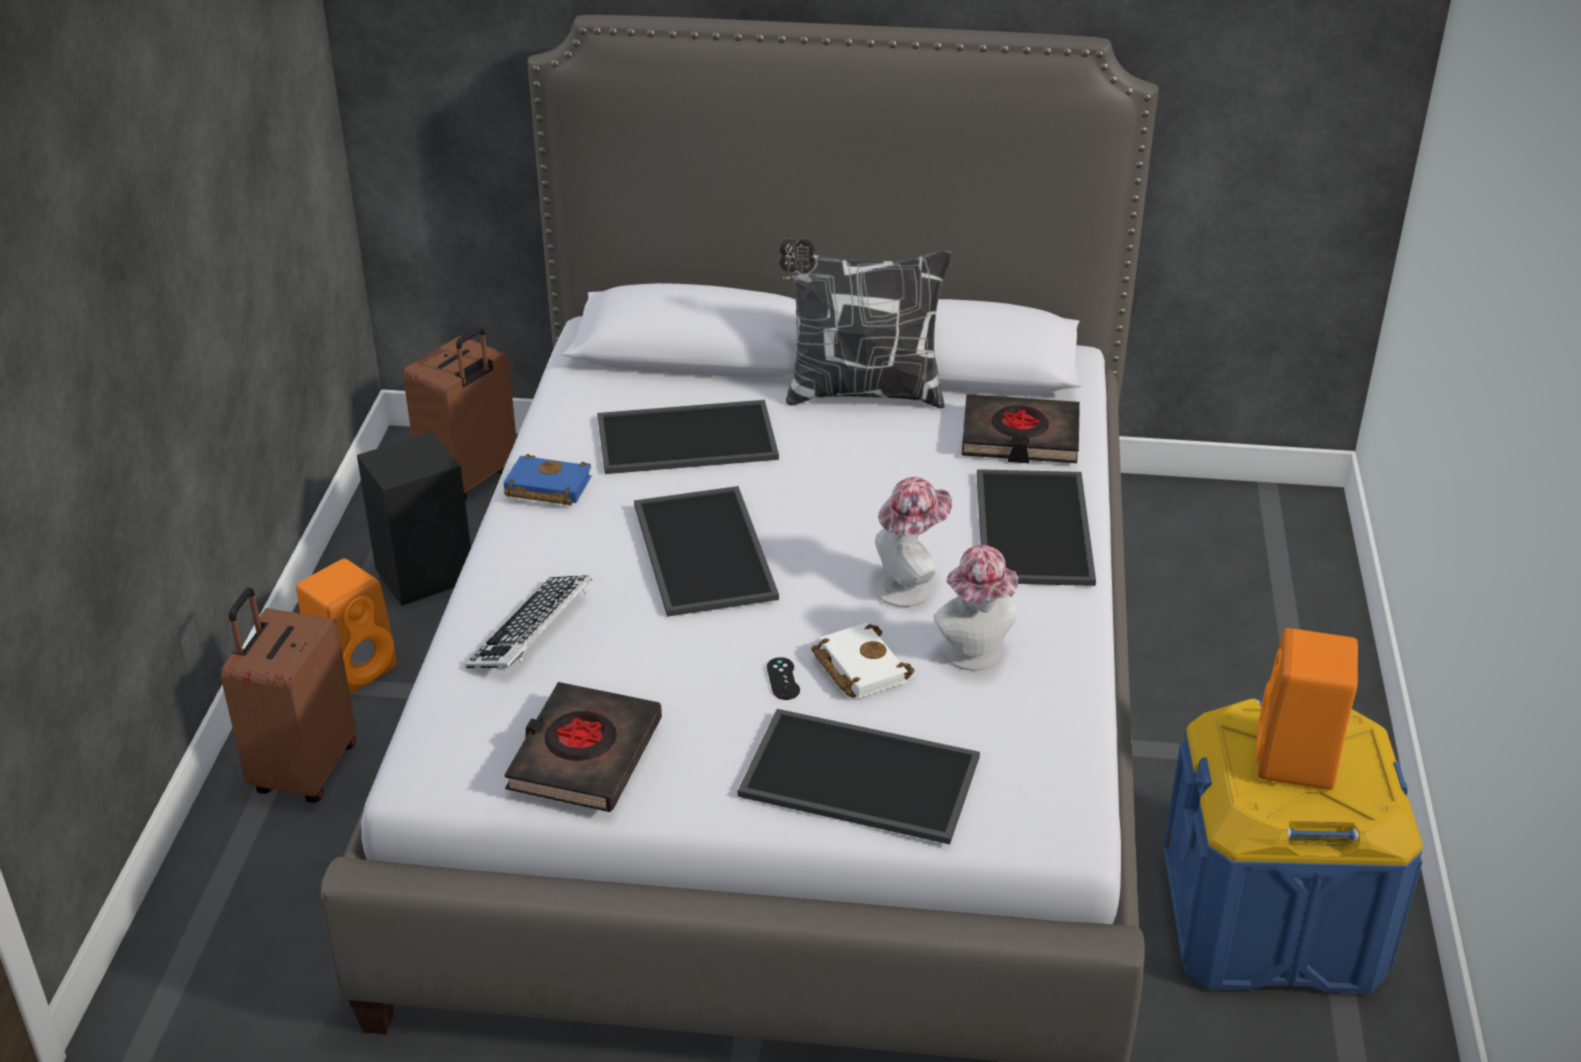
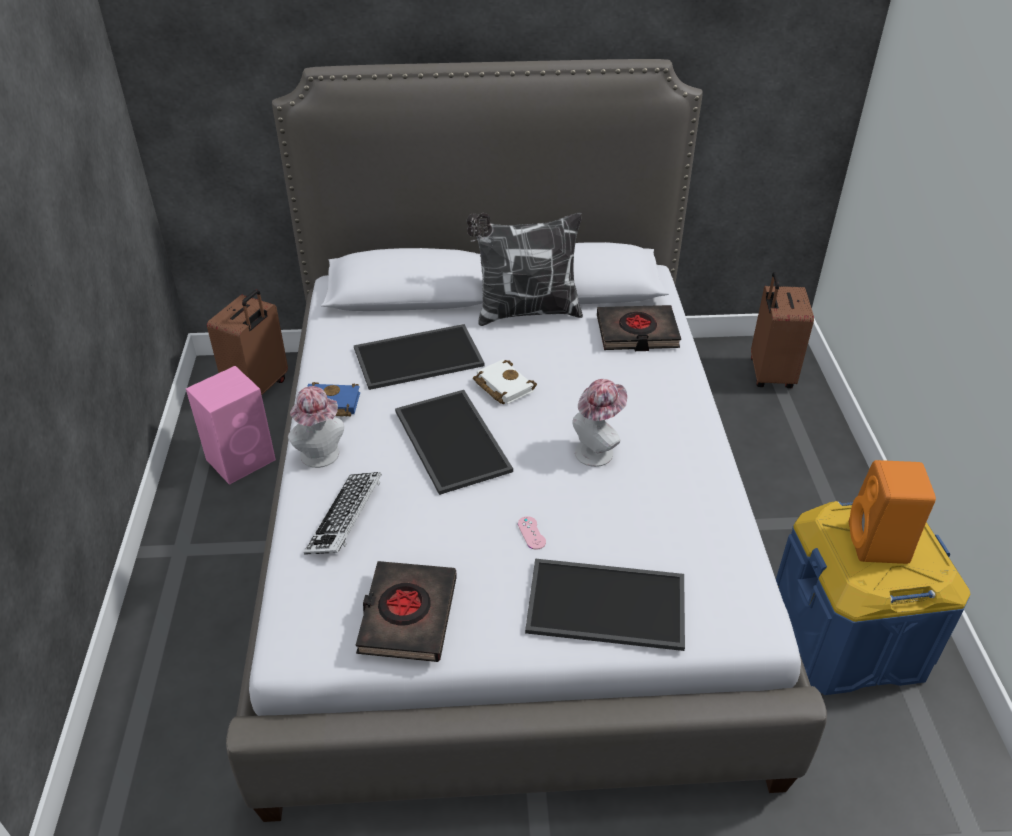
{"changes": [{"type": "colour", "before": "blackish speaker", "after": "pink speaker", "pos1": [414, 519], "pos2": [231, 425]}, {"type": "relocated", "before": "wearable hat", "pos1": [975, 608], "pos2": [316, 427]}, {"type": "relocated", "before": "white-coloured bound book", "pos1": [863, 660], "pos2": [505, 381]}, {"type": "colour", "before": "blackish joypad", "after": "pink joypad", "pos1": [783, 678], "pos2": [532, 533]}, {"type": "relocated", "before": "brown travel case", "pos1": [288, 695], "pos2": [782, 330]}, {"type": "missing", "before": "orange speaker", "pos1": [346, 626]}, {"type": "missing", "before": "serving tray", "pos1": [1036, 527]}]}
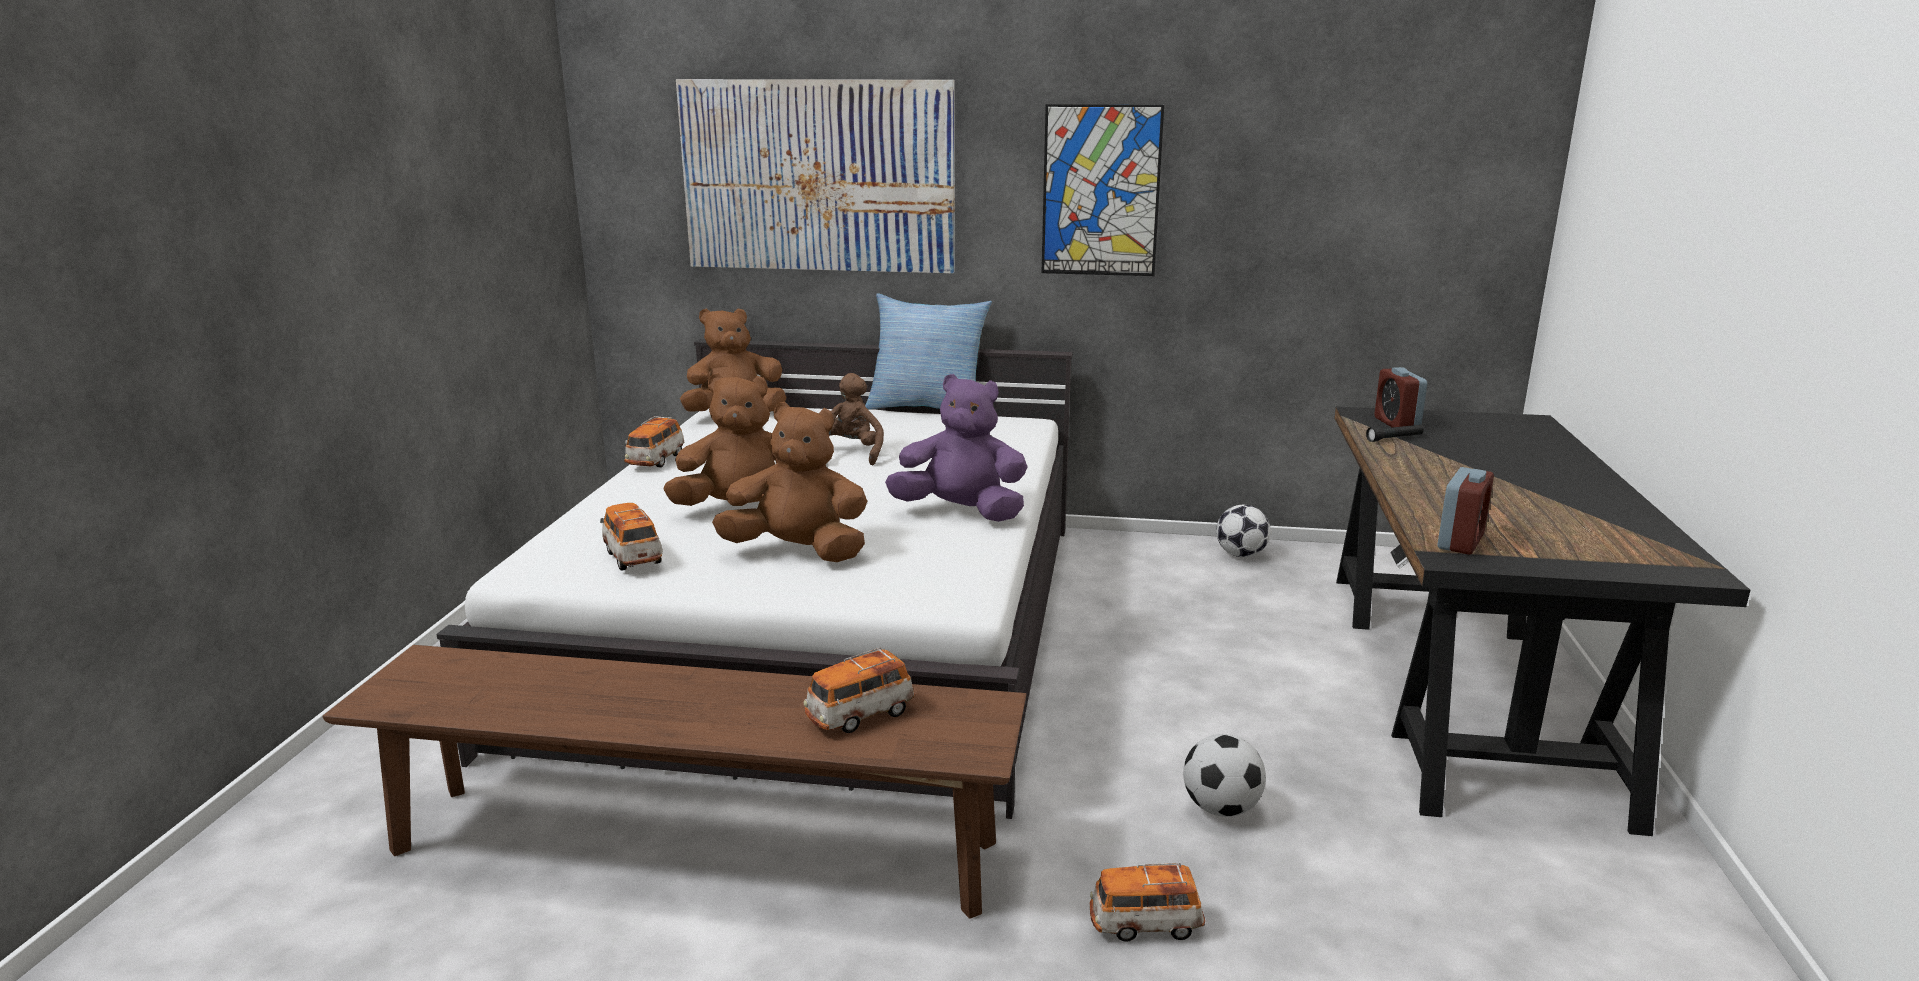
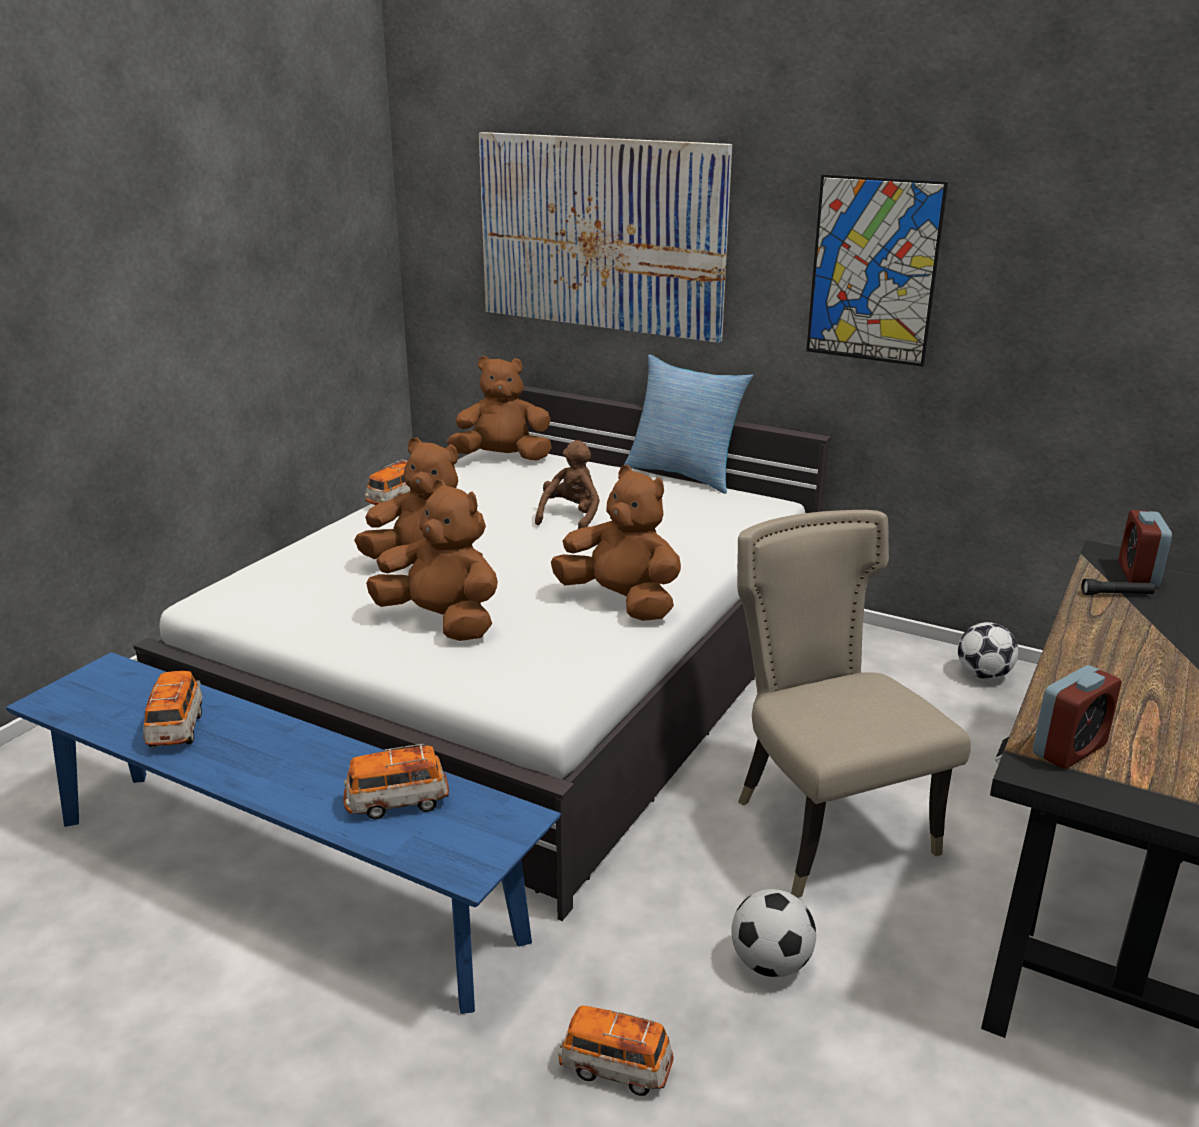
{"changes": [{"type": "colour", "before": "brown indoor bench", "after": "blue-coloured indoor bench", "pos1": [674, 782], "pos2": [283, 833]}, {"type": "relocated", "before": "model car", "pos1": [631, 536], "pos2": [173, 709]}, {"type": "colour", "before": "purple-coloured soft toy", "after": "brown soft toy", "pos1": [956, 448], "pos2": [616, 543]}, {"type": "appeared", "after": "beige chair", "pos2": [854, 704]}]}
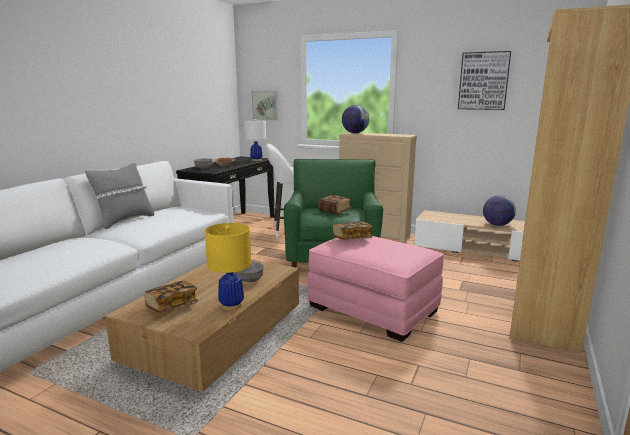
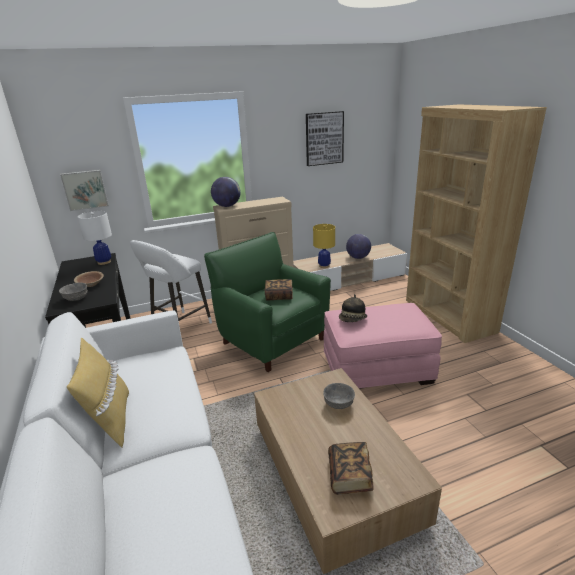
{"changes": [{"type": "colour", "before": "greyish pillow", "after": "yellow-coloured pillow", "pos1": [119, 196], "pos2": [98, 393]}, {"type": "relocated", "before": "yellow-coloured tabletop lamp", "pos1": [228, 267], "pos2": [324, 246]}, {"type": "exchanged", "before": "bound book", "after": "wearable hat", "pos1": [353, 230], "pos2": [353, 308]}]}
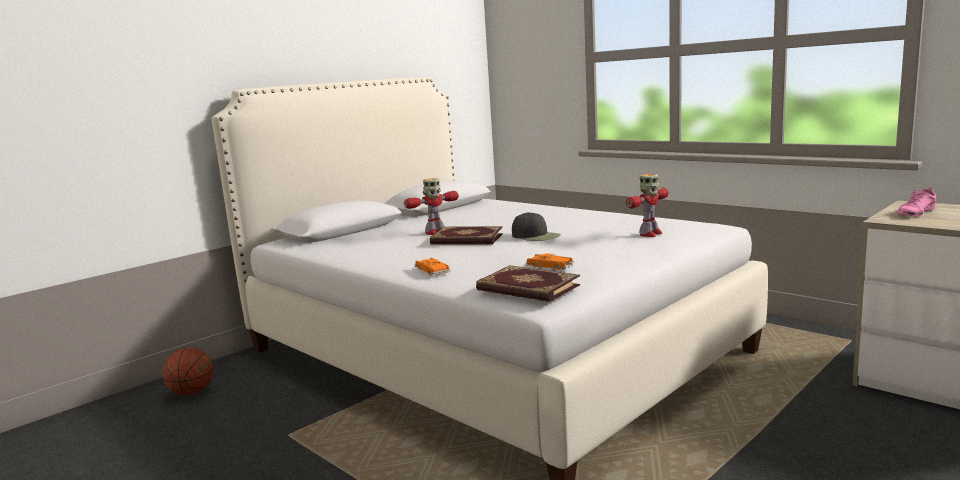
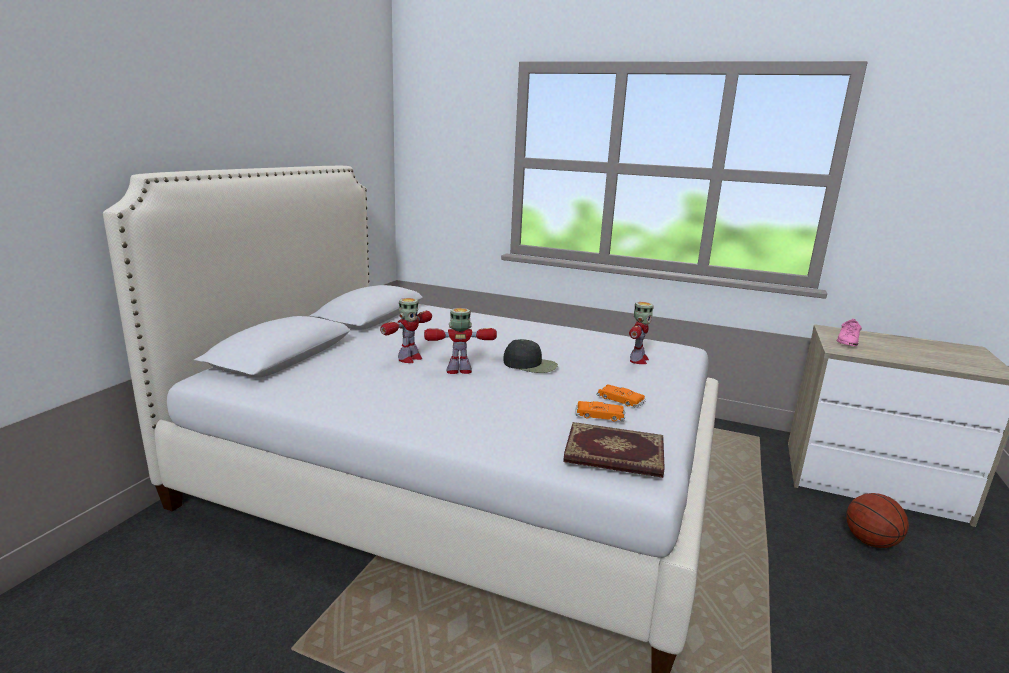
{"changes": [{"type": "exchanged", "before": "bound book", "after": "robot figure", "pos1": [466, 235], "pos2": [460, 341]}, {"type": "relocated", "before": "orange model car", "pos1": [433, 267], "pos2": [621, 396]}, {"type": "relocated", "before": "basketball", "pos1": [188, 371], "pos2": [877, 520]}]}
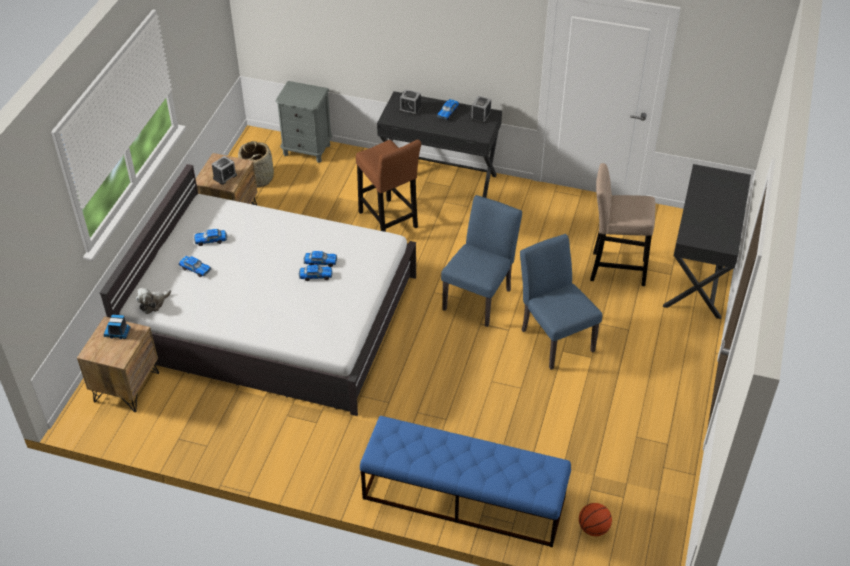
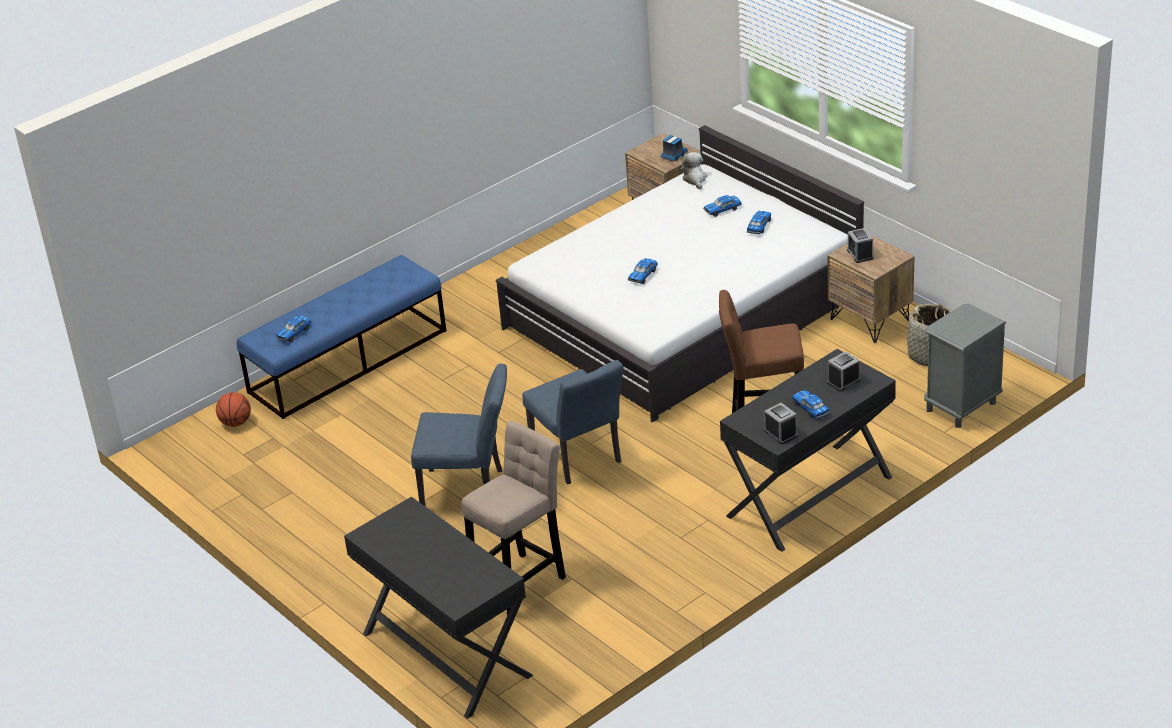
{"changes": [{"type": "relocated", "before": "model car", "pos1": [320, 259], "pos2": [294, 328]}]}
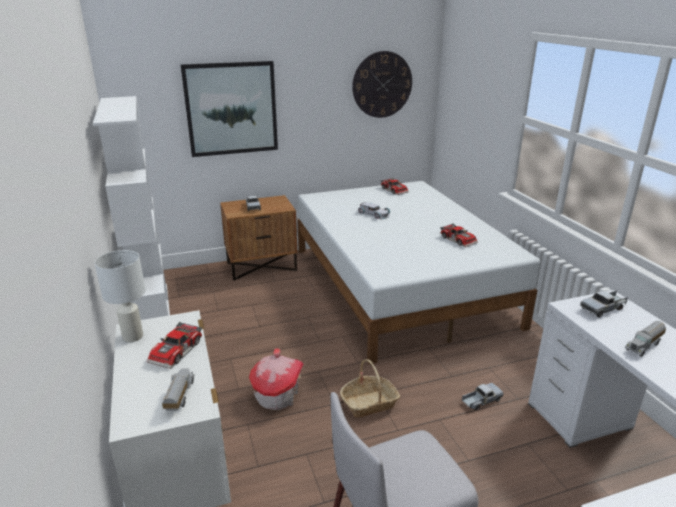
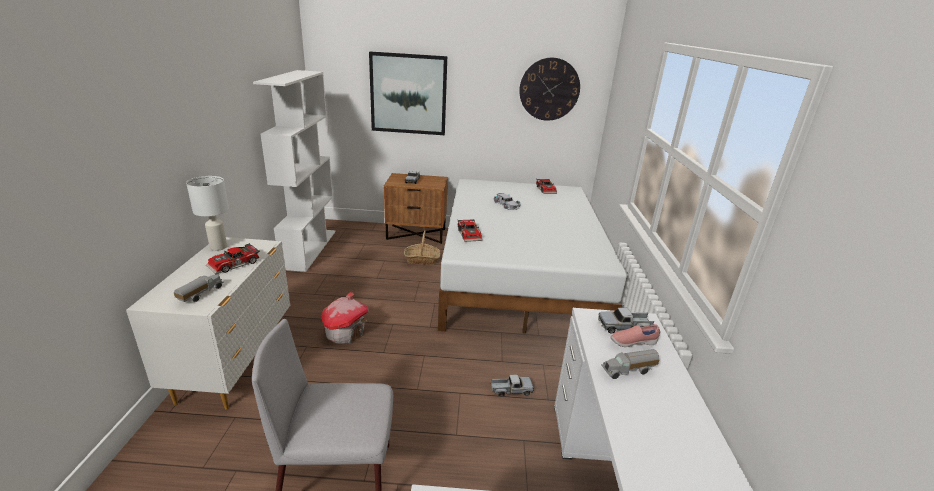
{"changes": [{"type": "relocated", "before": "household basket", "pos1": [370, 388], "pos2": [422, 247]}, {"type": "relocated", "before": "model car", "pos1": [459, 235], "pos2": [470, 230]}, {"type": "appeared", "after": "pink item of footwear", "pos2": [635, 335]}]}
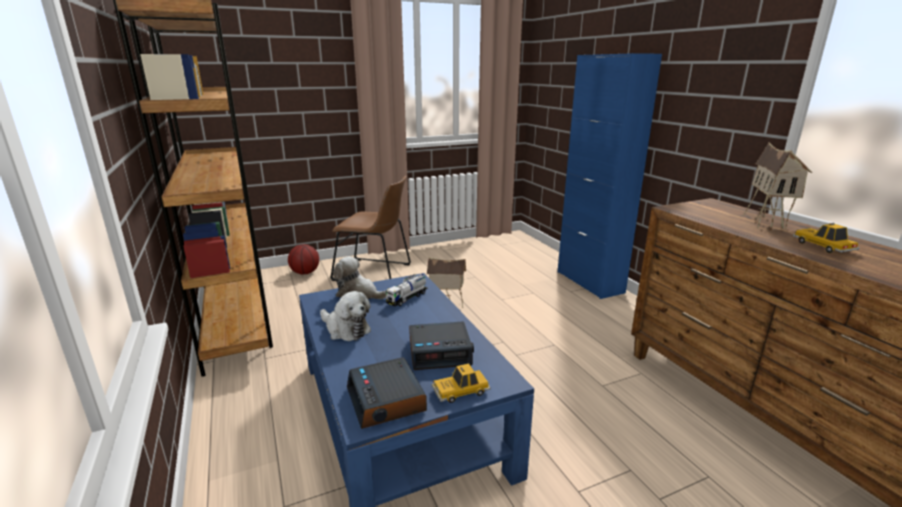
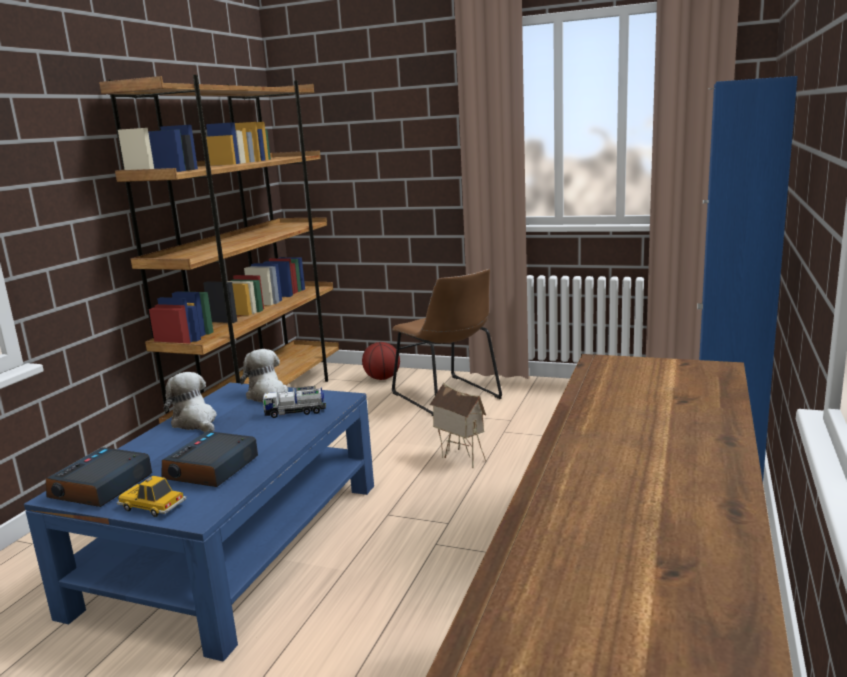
{"changes": [{"type": "spun", "before": "table clock", "pos1": [441, 345], "pos2": [210, 459], "turn": 75}, {"type": "spun", "before": "soft toy", "pos1": [345, 316], "pos2": [190, 402], "turn": 150}, {"type": "missing", "before": "miniature house", "pos1": [778, 186]}, {"type": "missing", "before": "model car", "pos1": [826, 238]}]}
